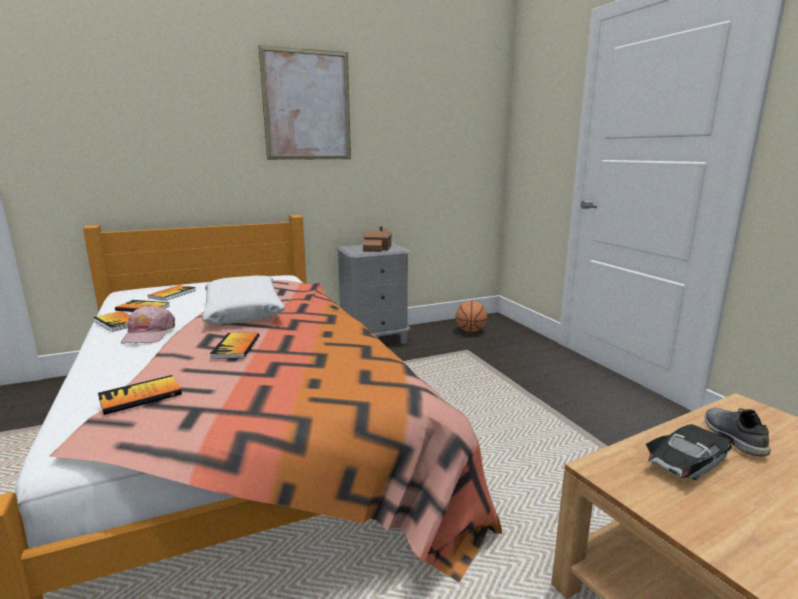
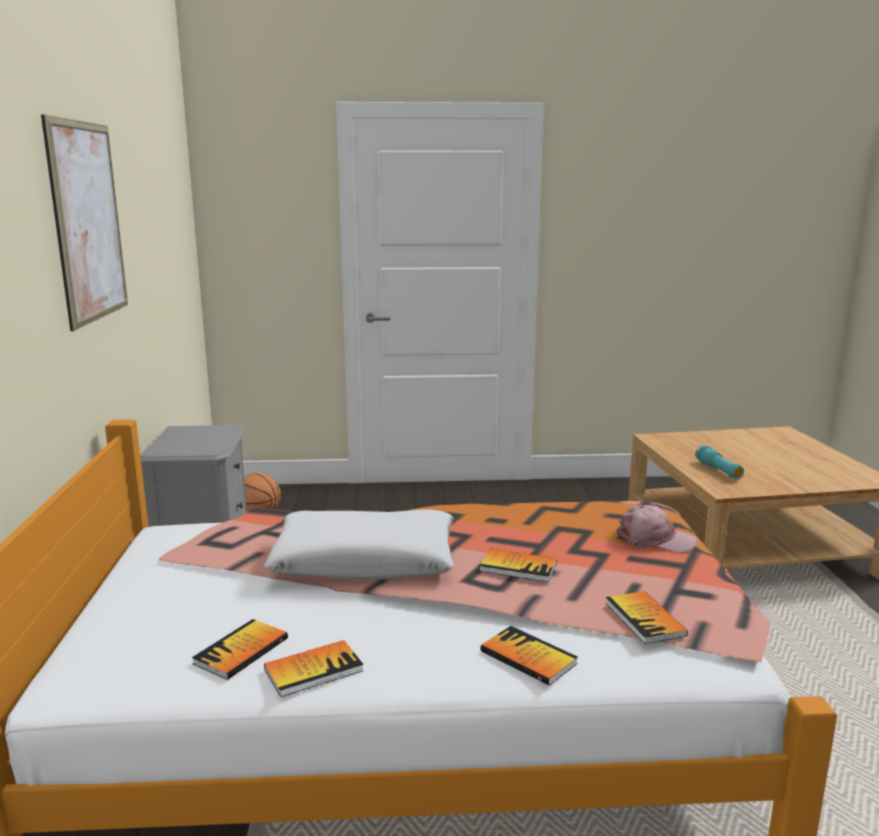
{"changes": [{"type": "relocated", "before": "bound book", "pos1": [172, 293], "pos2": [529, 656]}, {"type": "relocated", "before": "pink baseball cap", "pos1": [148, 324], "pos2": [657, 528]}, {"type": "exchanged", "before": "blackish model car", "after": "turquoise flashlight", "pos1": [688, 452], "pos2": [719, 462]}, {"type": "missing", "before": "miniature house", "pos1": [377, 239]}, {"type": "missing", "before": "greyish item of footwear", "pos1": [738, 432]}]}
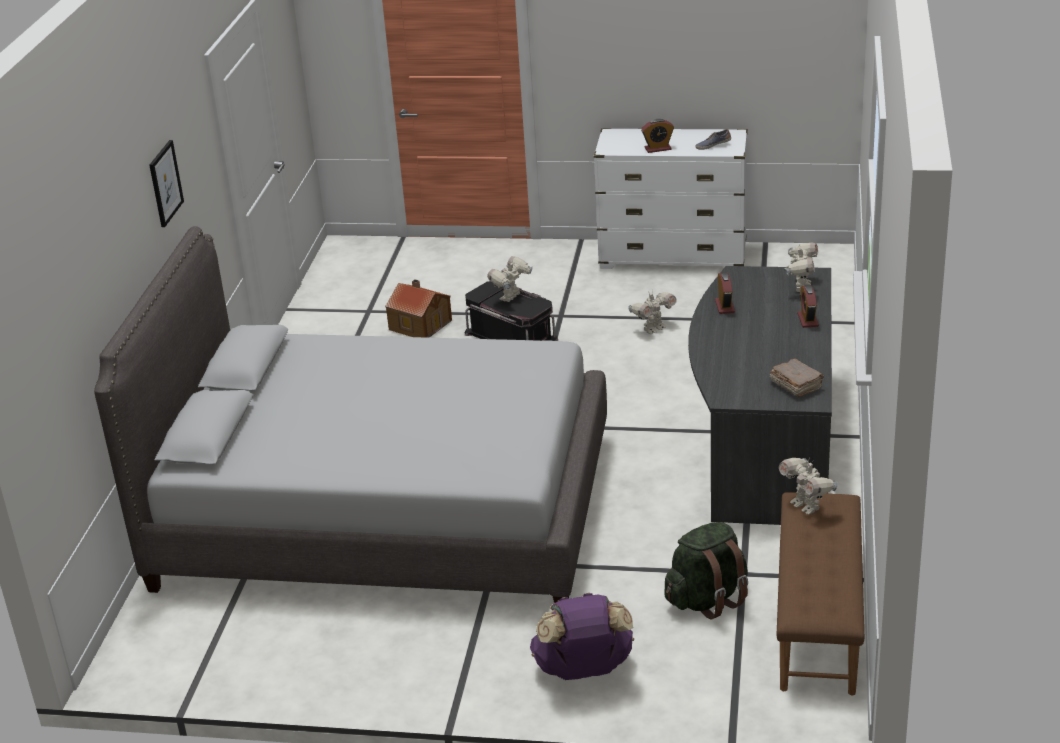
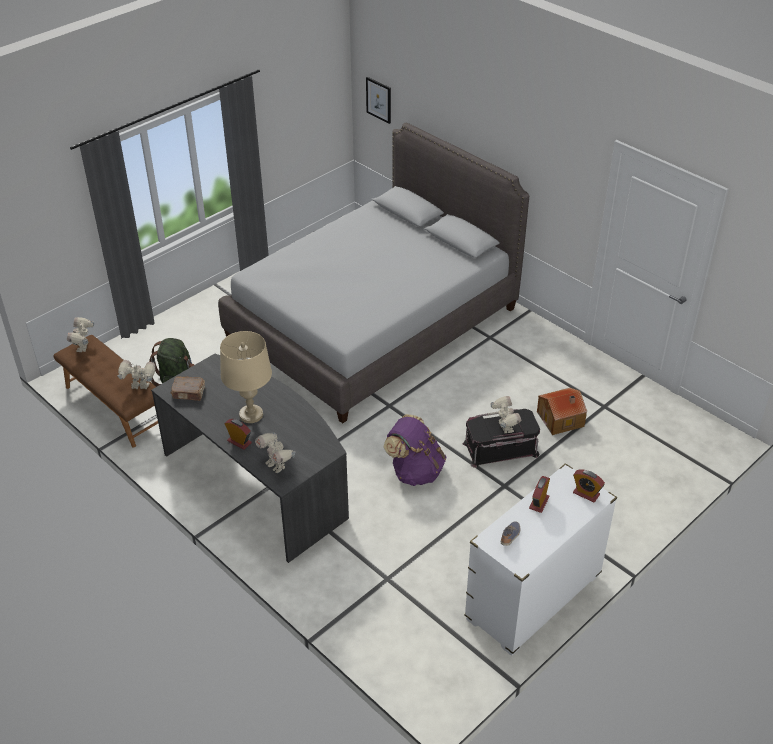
{"changes": [{"type": "relocated", "before": "robot figure", "pos1": [652, 312], "pos2": [80, 334]}, {"type": "appeared", "after": "beige tabletop lamp", "pos2": [246, 377]}, {"type": "relocated", "before": "wall art", "pos1": [166, 183], "pos2": [378, 100]}, {"type": "relocated", "before": "purple-coloured backpack", "pos1": [582, 636], "pos2": [415, 450]}, {"type": "relocated", "before": "table clock", "pos1": [725, 293], "pos2": [589, 485]}]}
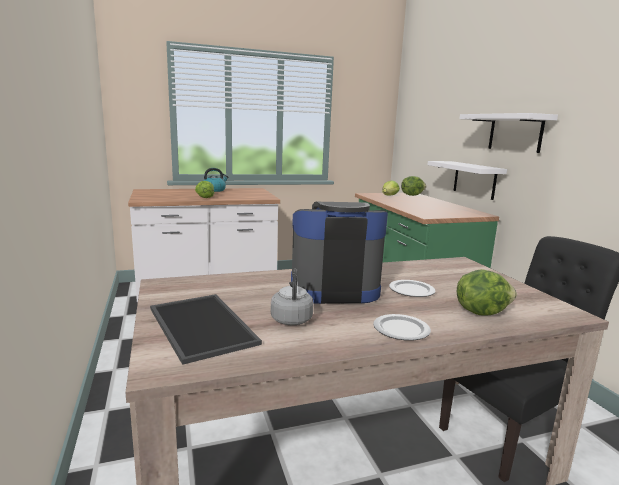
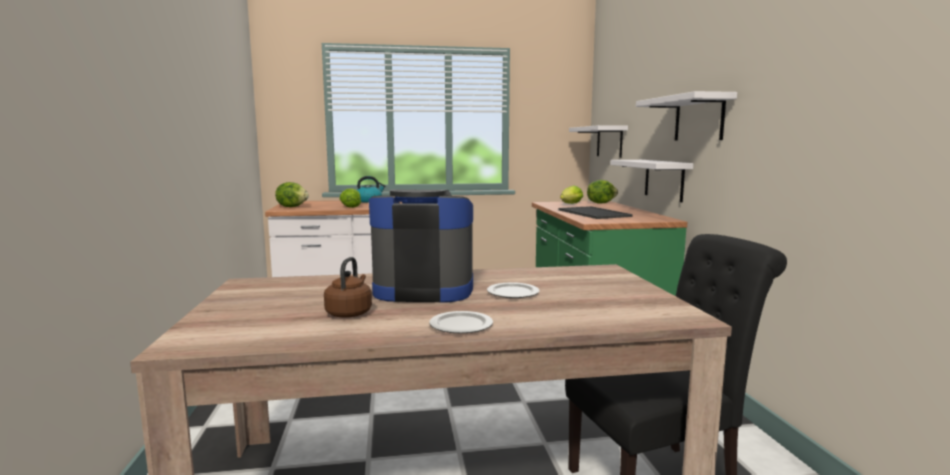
{"changes": [{"type": "relocated", "before": "lettuce head", "pos1": [487, 292], "pos2": [292, 194]}, {"type": "colour", "before": "greyish water kettle", "after": "brown water kettle", "pos1": [292, 296], "pos2": [348, 287]}, {"type": "relocated", "before": "serving tray", "pos1": [206, 329], "pos2": [596, 212]}, {"type": "appeared", "after": "white-coloured bracket shelf", "pos2": [598, 141]}]}
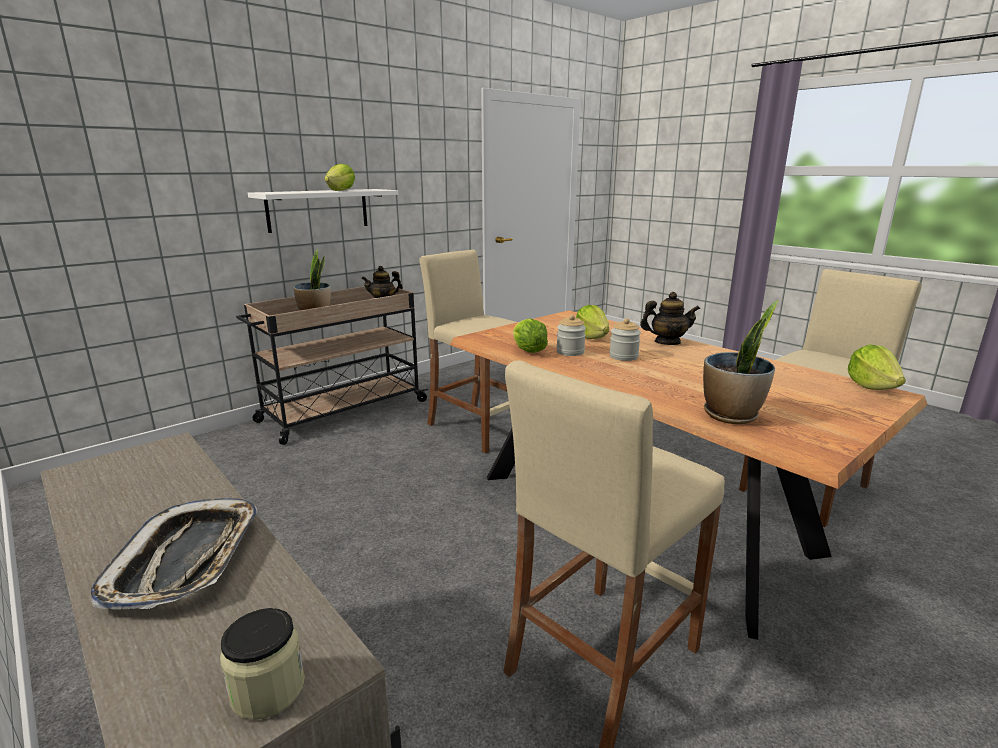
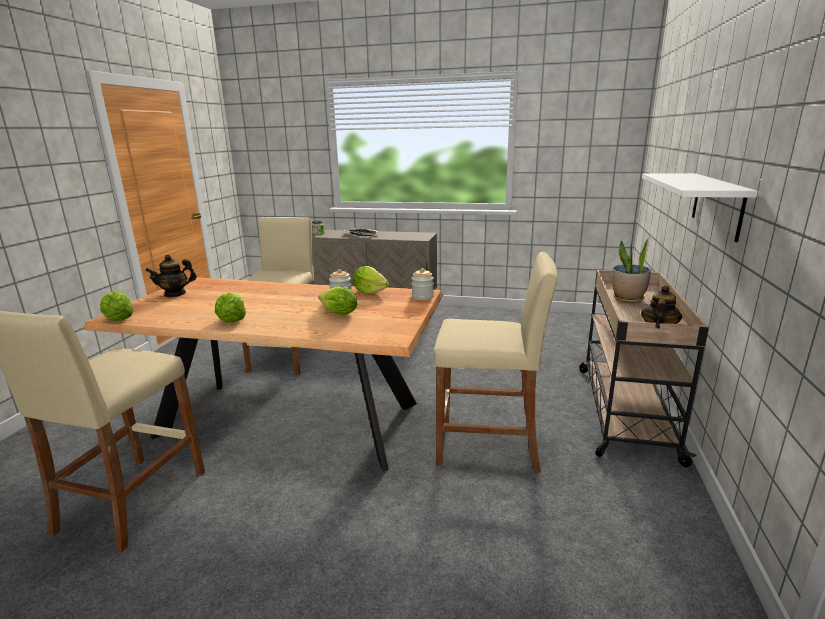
{"changes": [{"type": "relocated", "before": "tea pot", "pos1": [670, 318], "pos2": [171, 276]}, {"type": "relocated", "before": "lettuce head", "pos1": [339, 177], "pos2": [230, 307]}, {"type": "relocated", "before": "jar", "pos1": [625, 339], "pos2": [422, 284]}, {"type": "missing", "before": "houseplant", "pos1": [741, 362]}]}
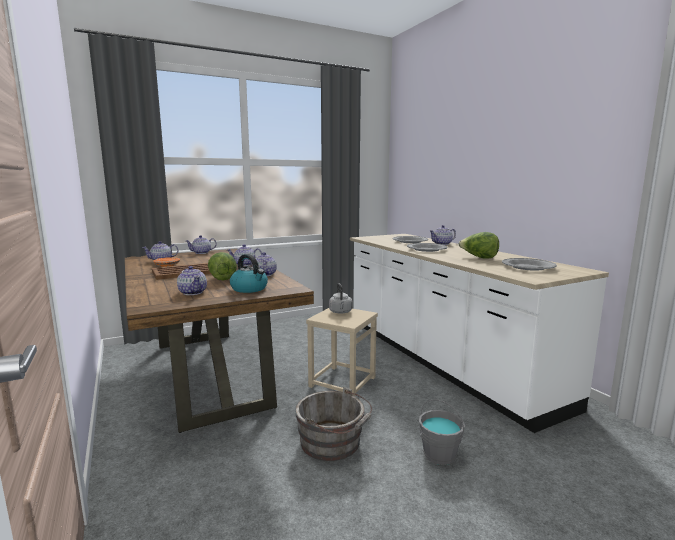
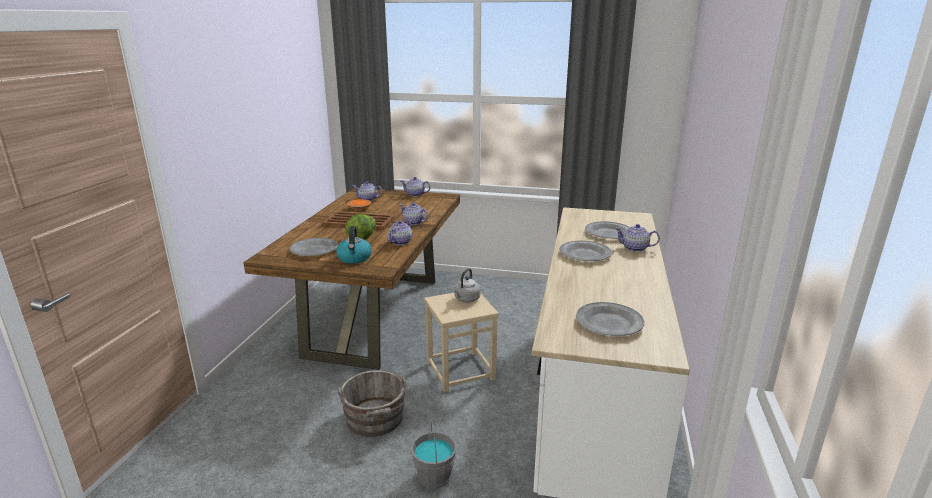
{"changes": [{"type": "exchanged", "before": "tea pot", "after": "greyish dinner plate", "pos1": [192, 280], "pos2": [314, 247]}, {"type": "missing", "before": "lettuce head", "pos1": [479, 245]}]}
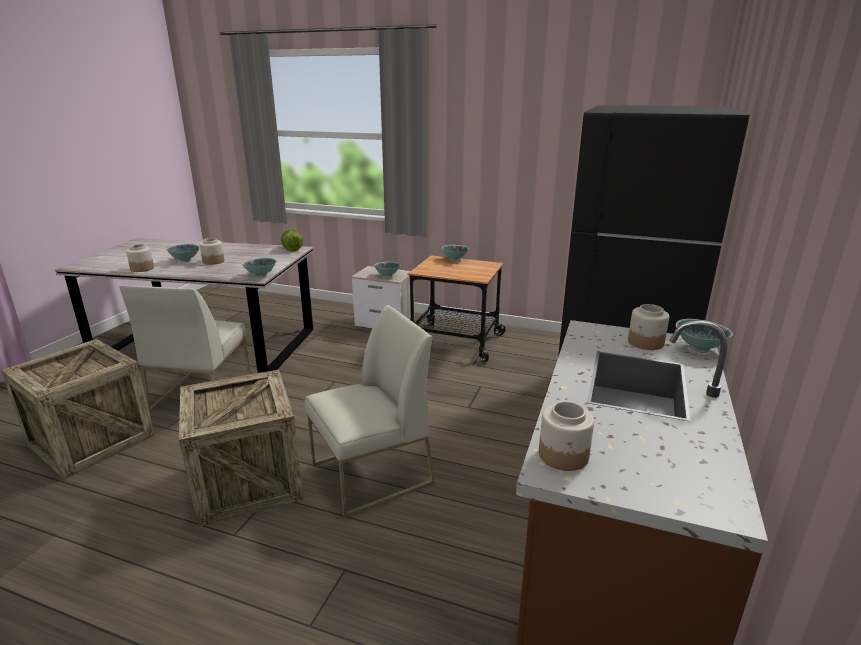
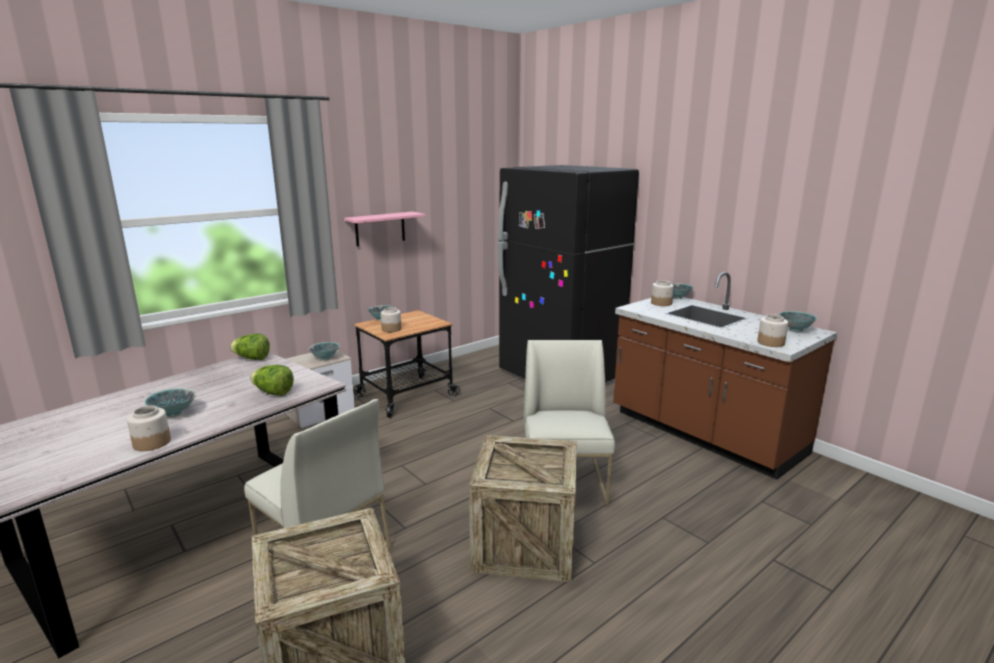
{"changes": [{"type": "appeared", "after": "lettuce head", "pos2": [272, 380]}, {"type": "appeared", "after": "pink bracket shelf", "pos2": [384, 229]}, {"type": "relocated", "before": "jar", "pos1": [211, 251], "pos2": [391, 319]}, {"type": "relocated", "before": "bowl", "pos1": [259, 268], "pos2": [798, 322]}]}
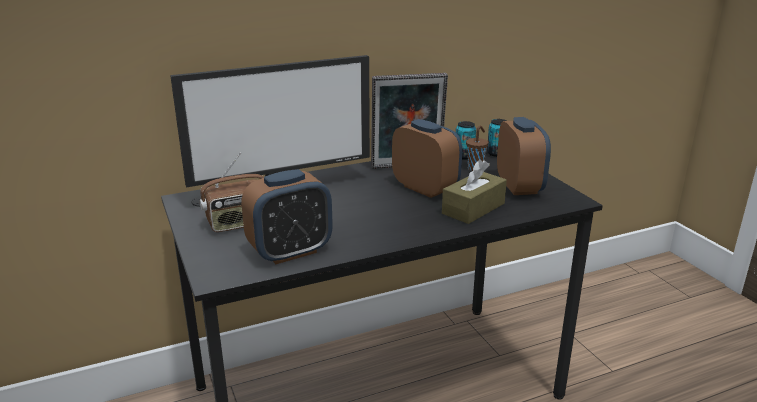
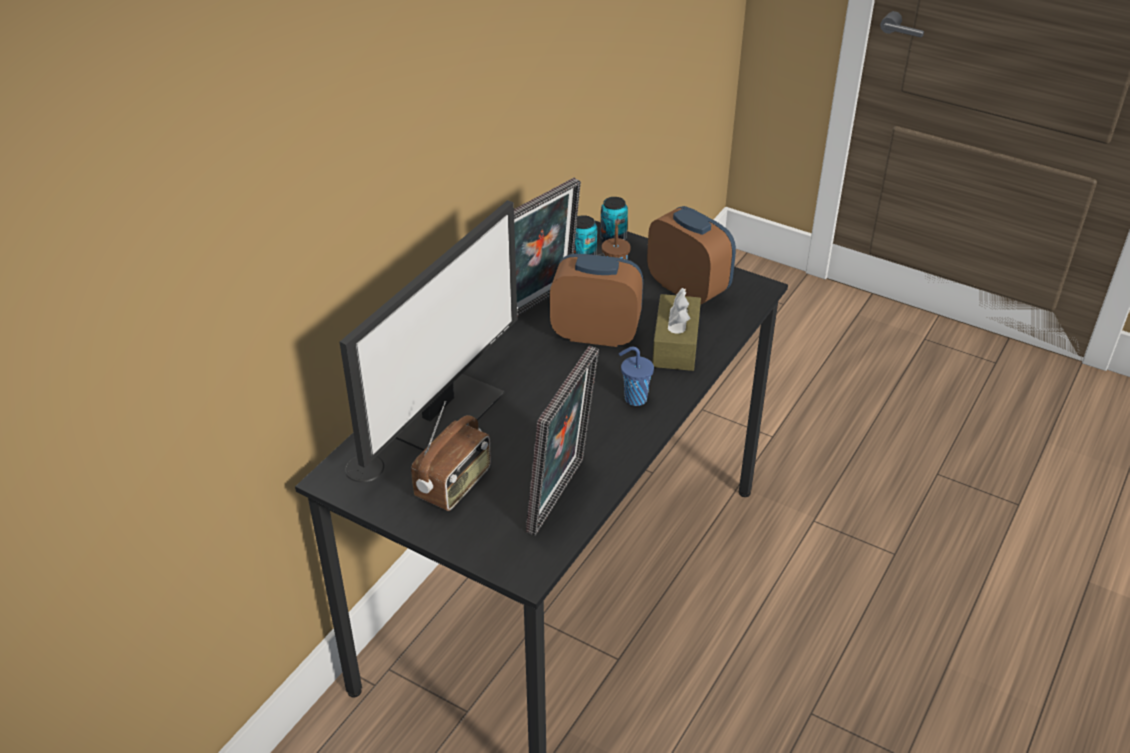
{"changes": [{"type": "exchanged", "before": "table clock", "after": "picture frame", "pos1": [287, 216], "pos2": [562, 440]}, {"type": "appeared", "after": "blue-coloured small cup", "pos2": [636, 376]}]}
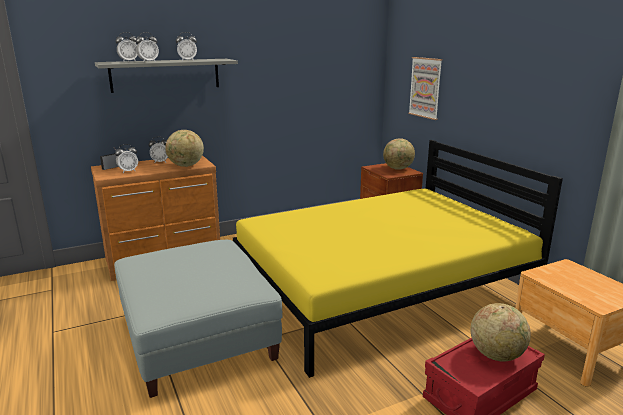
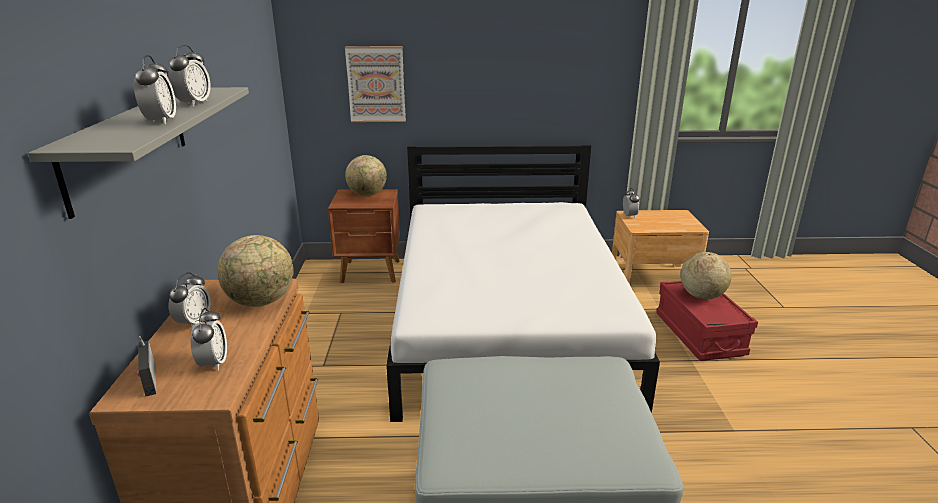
{"changes": [{"type": "colour", "before": "yellow-coloured bed", "after": "white-coloured bed", "pos1": [398, 259], "pos2": [523, 283]}, {"type": "relocated", "before": "table clock", "pos1": [127, 47], "pos2": [631, 203]}]}
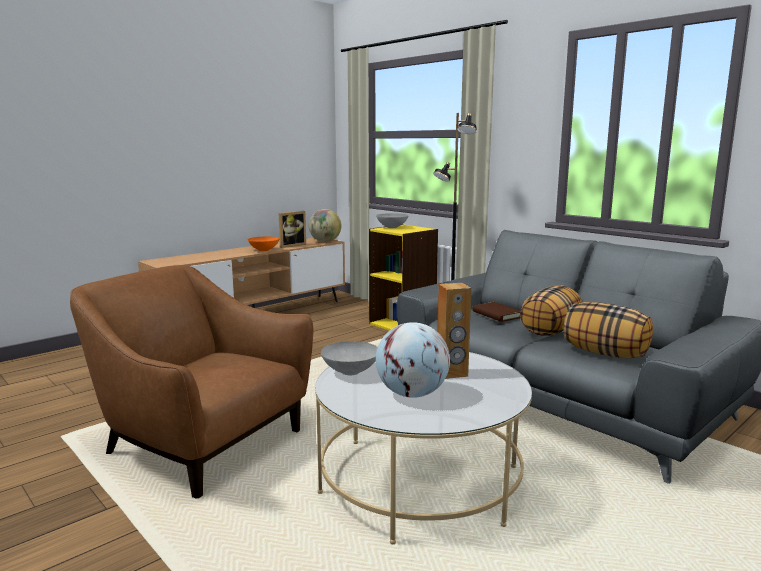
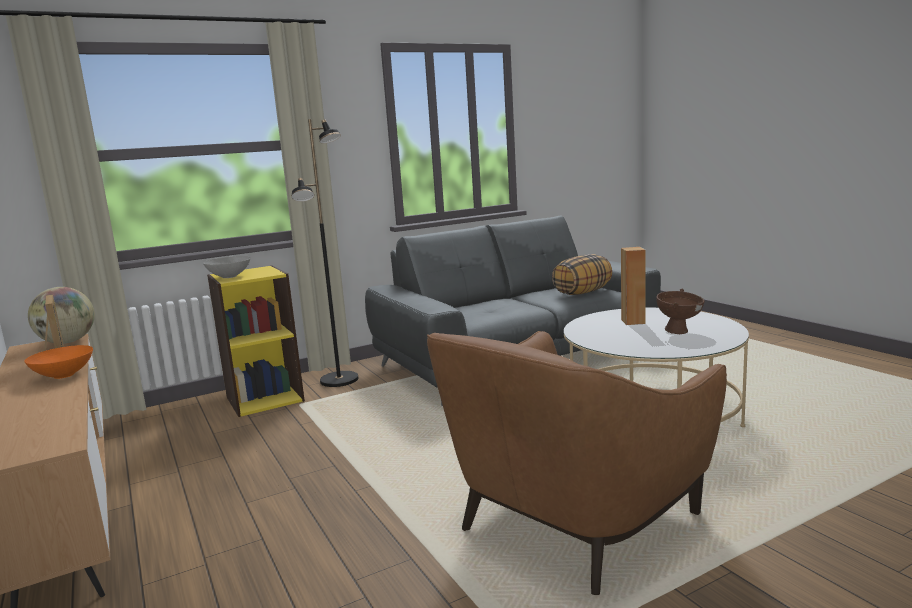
{"changes": [{"type": "exchanged", "before": "desk globe", "after": "brown bowl", "pos1": [413, 360], "pos2": [680, 311]}, {"type": "missing", "before": "greyish bowl", "pos1": [349, 358]}, {"type": "missing", "before": "brown bound book", "pos1": [497, 312]}, {"type": "missing", "before": "pillow", "pos1": [551, 310]}]}
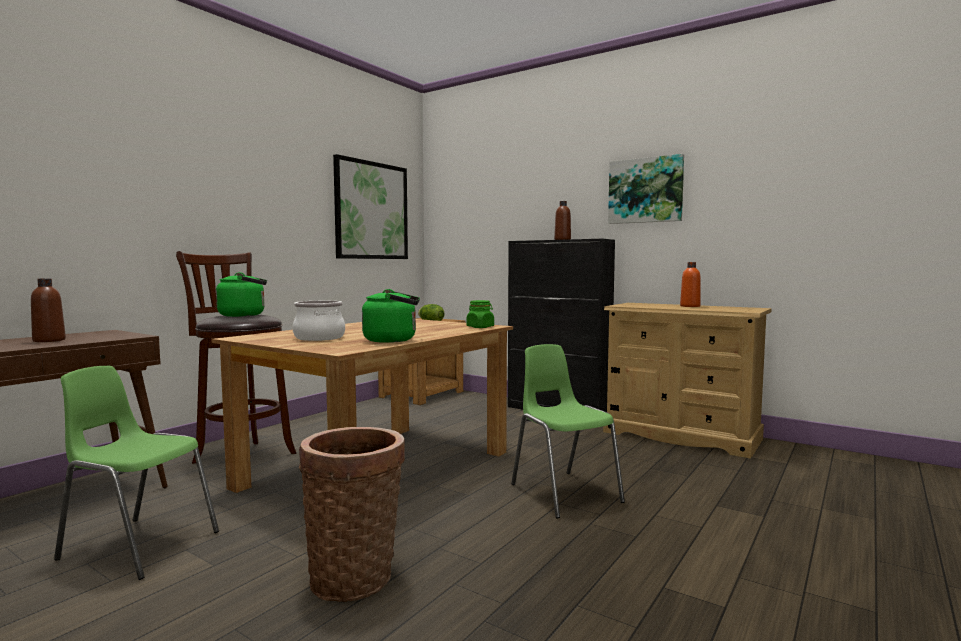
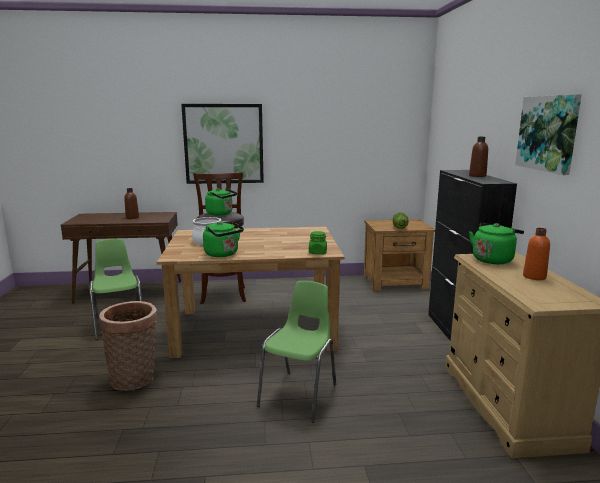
{"changes": [{"type": "relocated", "before": "wall art", "pos1": [370, 206], "pos2": [222, 144]}, {"type": "appeared", "after": "green-coloured water kettle", "pos2": [496, 243]}]}
